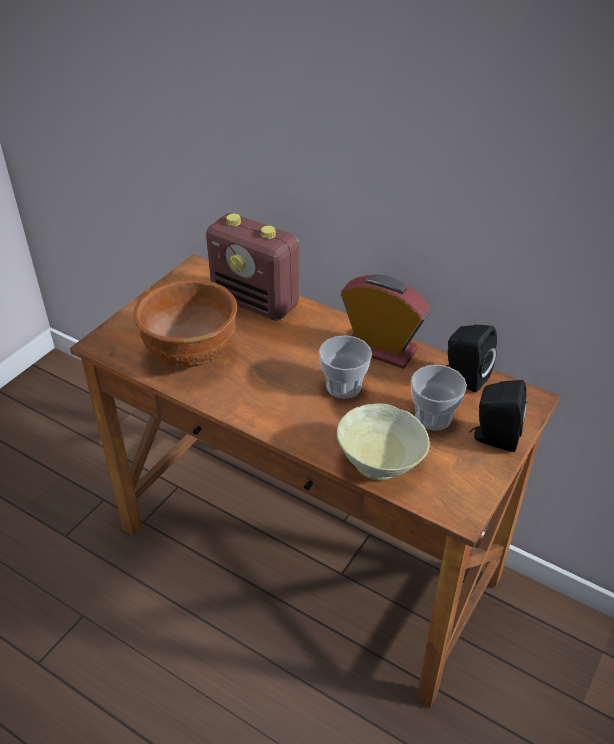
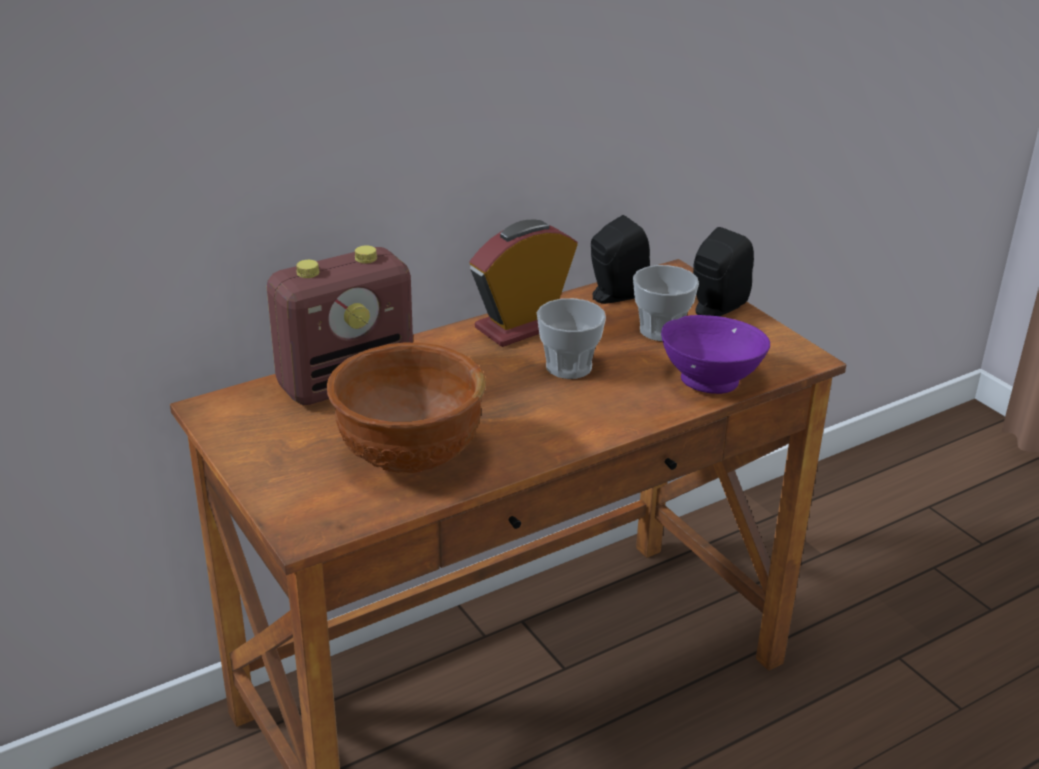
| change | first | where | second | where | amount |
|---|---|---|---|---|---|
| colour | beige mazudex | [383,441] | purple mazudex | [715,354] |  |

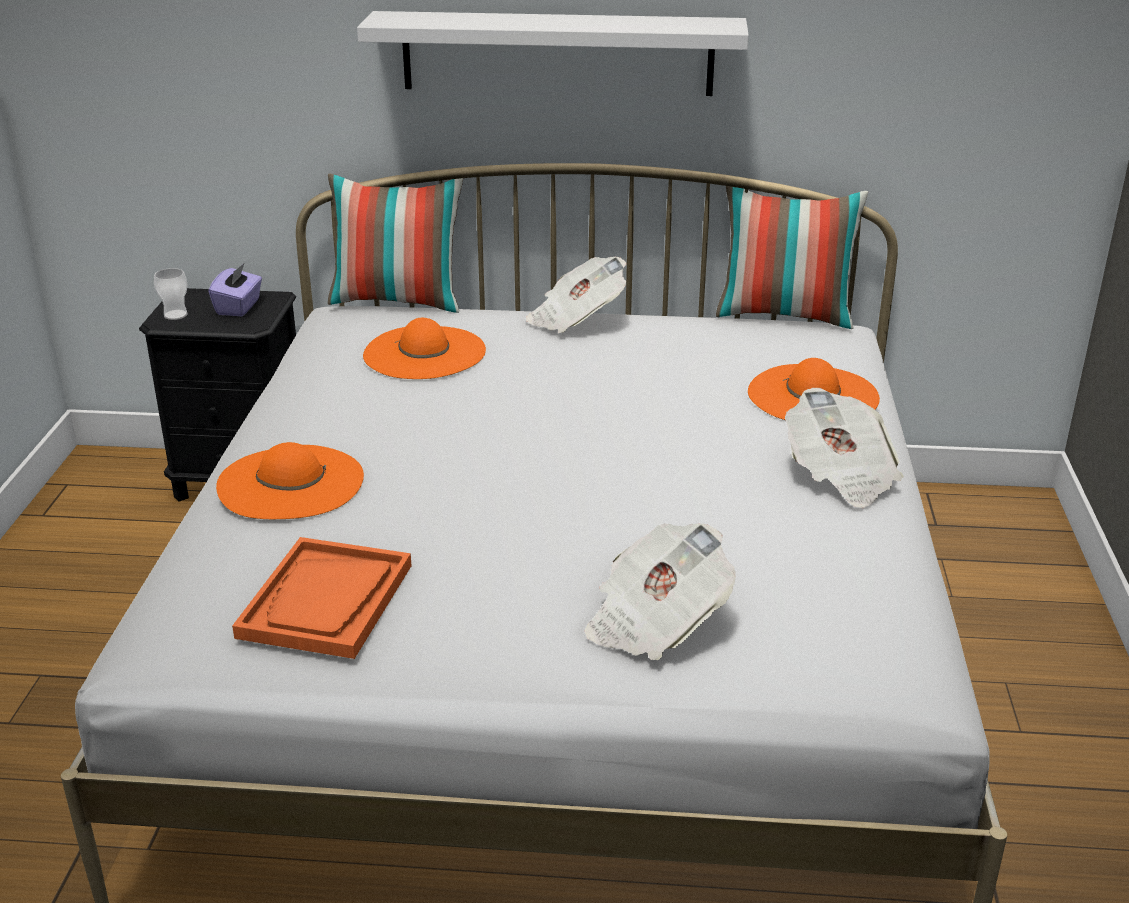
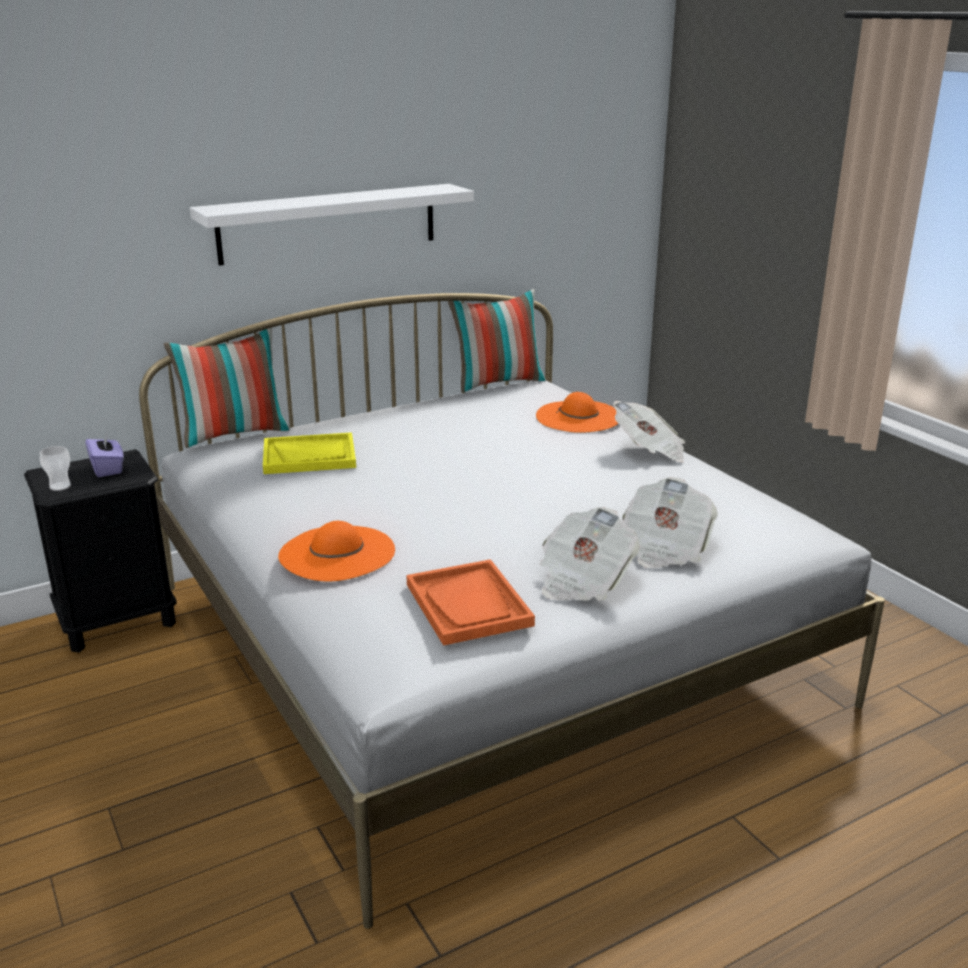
| change | first | where | second | where | amount |
|---|---|---|---|---|---|
| relocated | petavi | [576,295] |  | [590,554] |  |
| exchanged | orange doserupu | [424,348] | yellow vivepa | [309,453] |  |

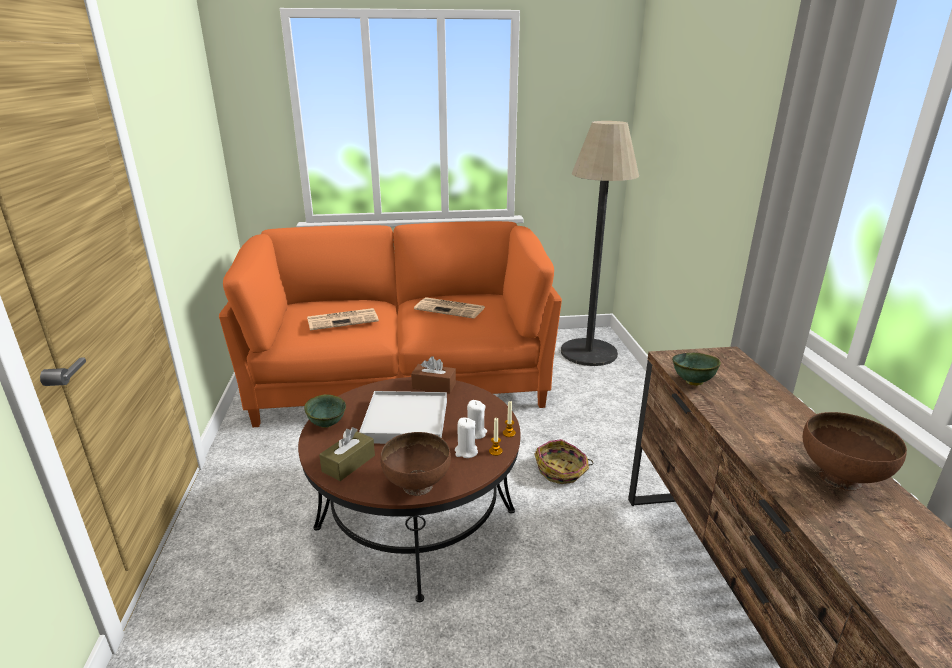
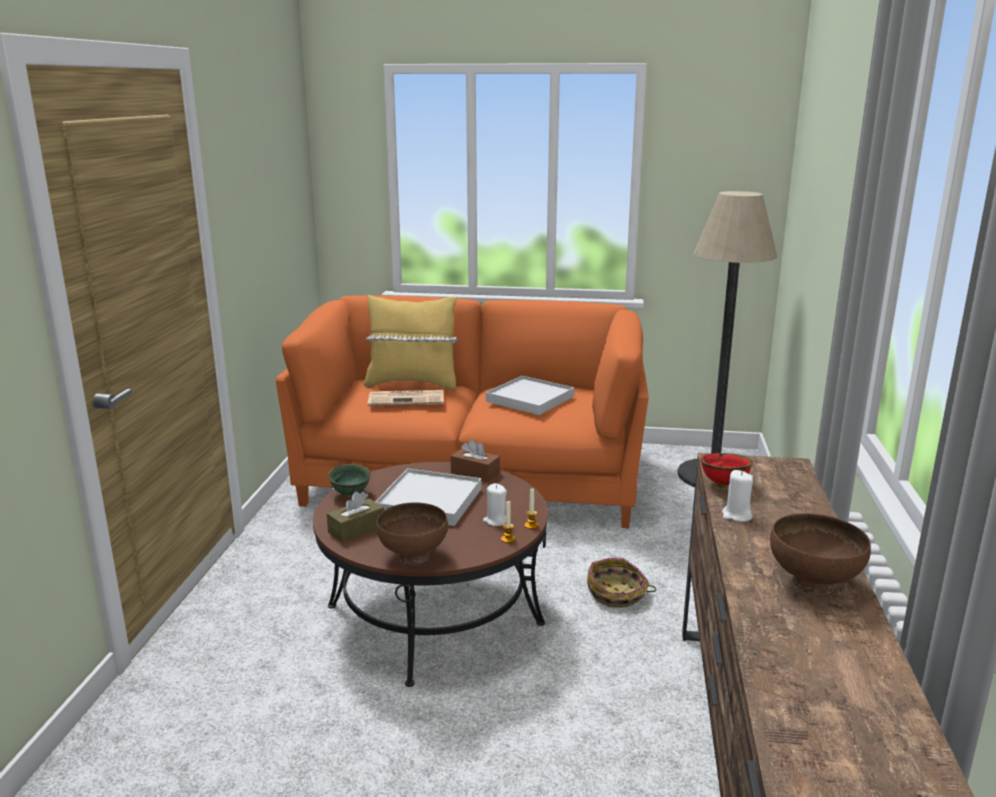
| change | first | where | second | where | amount |
|---|---|---|---|---|---|
| exchanged | petavi | [449,308] | white vivepa | [530,395] |  |
| colour | green mazudex | [696,369] | red mazudex | [726,470] |  |
| relocated | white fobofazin | [466,438] |  | [737,496] |  |
| appeared |  |  | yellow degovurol | [410,342] |  |

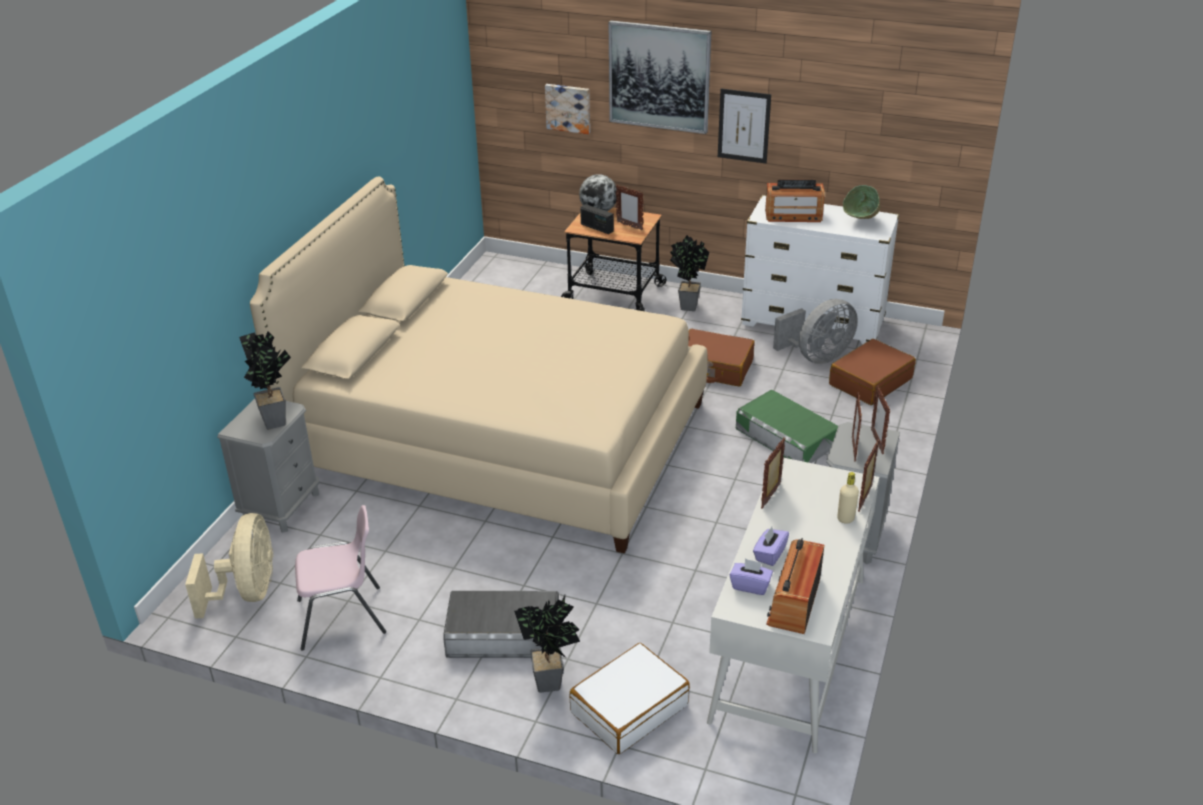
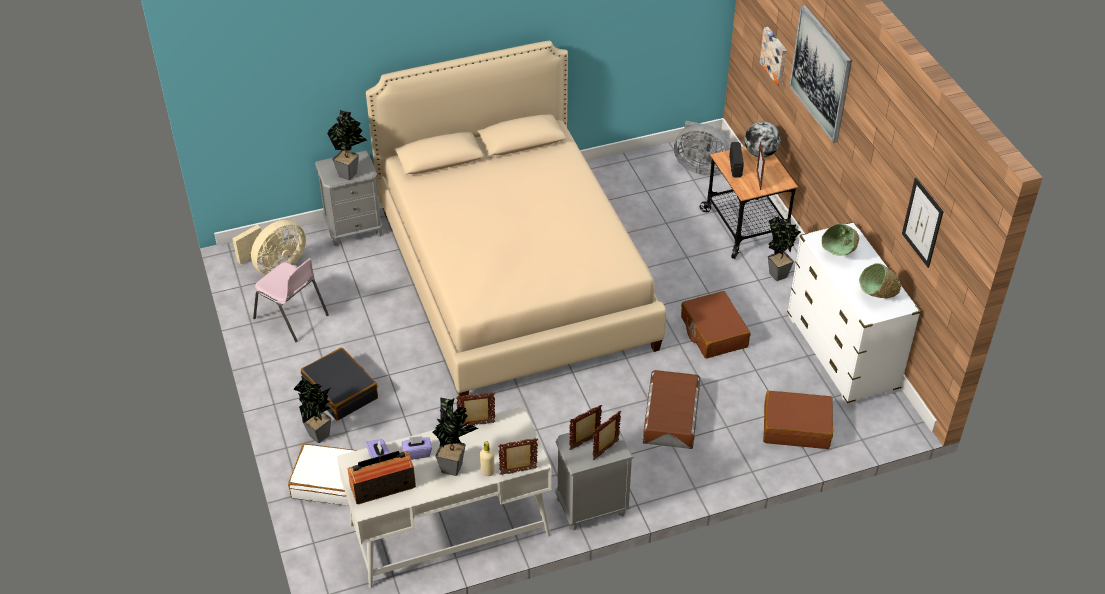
| change | first | where | second | where | amount |
|---|---|---|---|---|---|
| relocated | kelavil | [744,125] |  | [923,223] |  |
| exchanged | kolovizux | [795,200] | green mazudex | [840,240] |  |
| relocated | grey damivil | [815,331] |  | [702,148] |  |
| colour | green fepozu | [787,426] | brown fepozu | [671,409] |  |
| exchanged | grey fepozu | [501,624] | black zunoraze | [339,384] |  |
| appeared |  |  | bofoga | [455,436] |  |

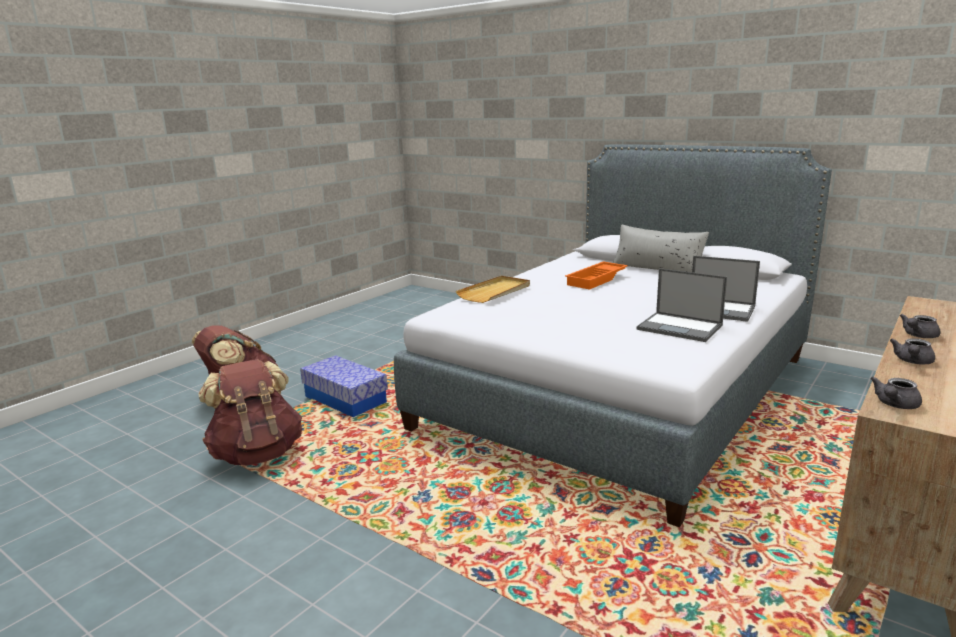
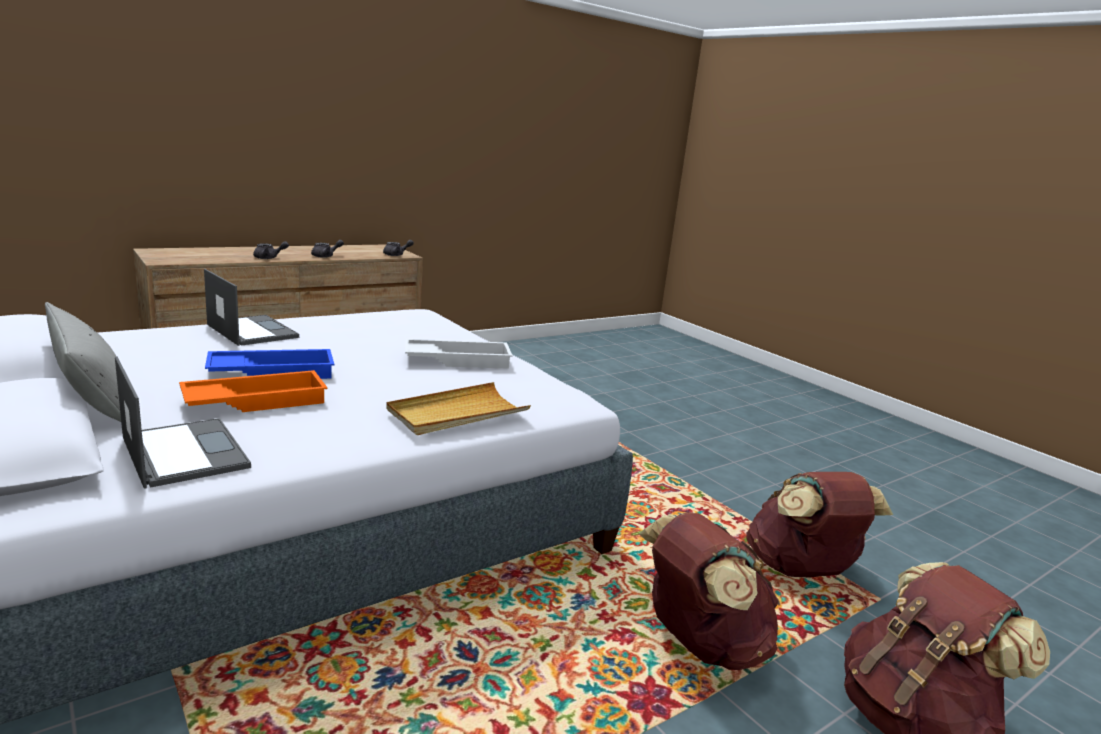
| change | first | where | second | where | amount |
|---|---|---|---|---|---|
| relocated | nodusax | [682,305] |  | [183,423] |  |
| exchanged | fepozu | [344,386] | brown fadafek | [709,591] |  |
| appeared |  |  | white vivepa | [459,354] |  |
| appeared |  |  | blue vivepa | [269,364] |  |

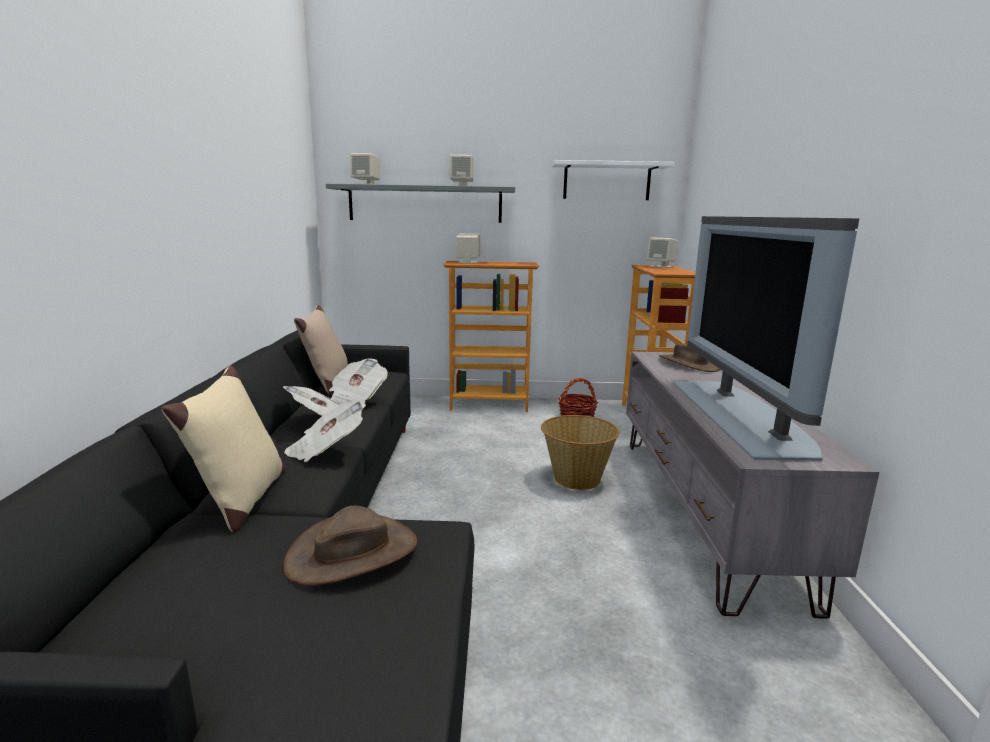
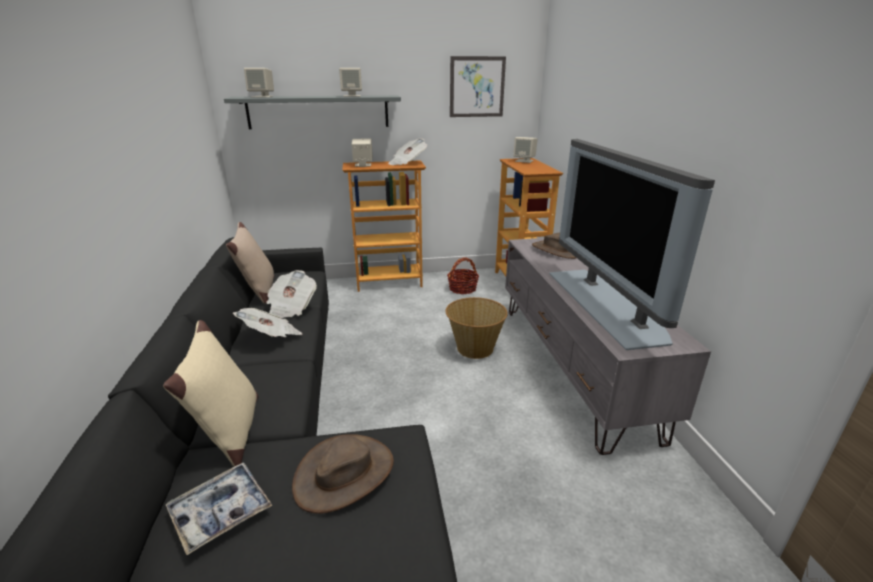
| change | first | where | second | where | amount |
|---|---|---|---|---|---|
| exchanged | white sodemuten | [613,180] | kelavil | [478,86] |  |
| relocated | petavi | [325,431] |  | [407,151] |  |
| appeared |  |  | vivepa | [219,508] |  |

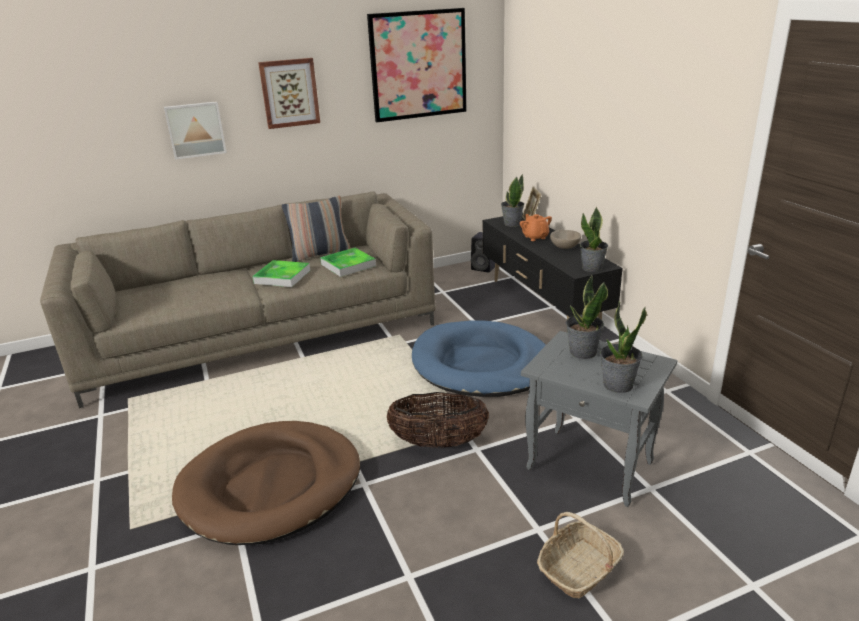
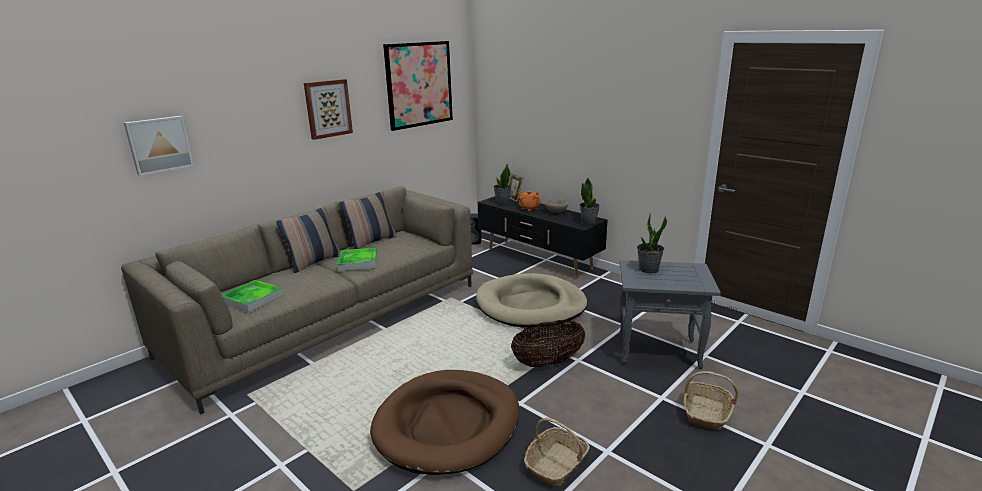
| change | first | where | second | where | amount |
|---|---|---|---|---|---|
| relocated | kelavil | [195,130] |  | [159,146] |  |
| relocated | vivepa | [348,262] |  | [252,296] |  |
| missing | bofoga | [623,346] |  |  |  |
| colour | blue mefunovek | [479,358] | beige mefunovek | [531,300] |  |
| appeared |  |  | degovurol | [308,240] |  |
| appeared |  |  | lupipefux | [557,452] |  |

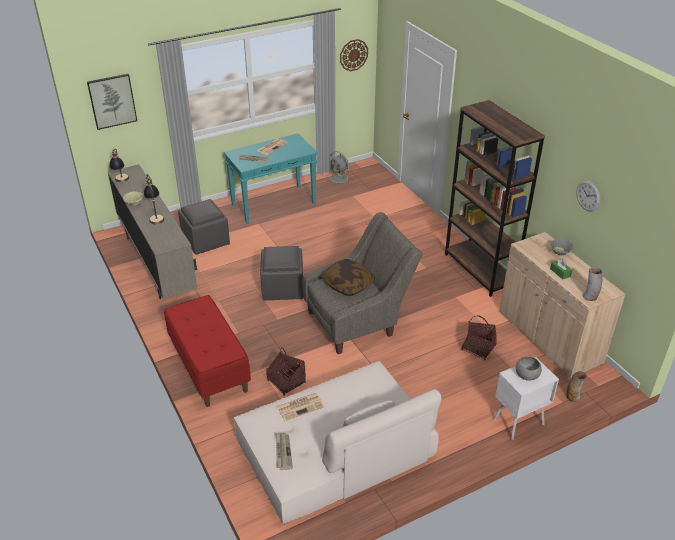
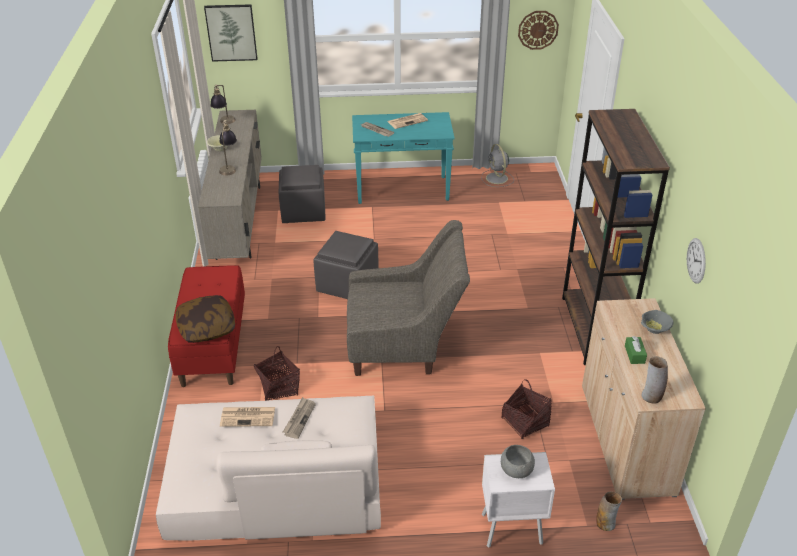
| change | first | where | second | where | amount |
|---|---|---|---|---|---|
| relocated | degovurol | [348,277] |  | [205,319] |  |
| relocated | petavi | [284,451] |  | [299,418] |  |

